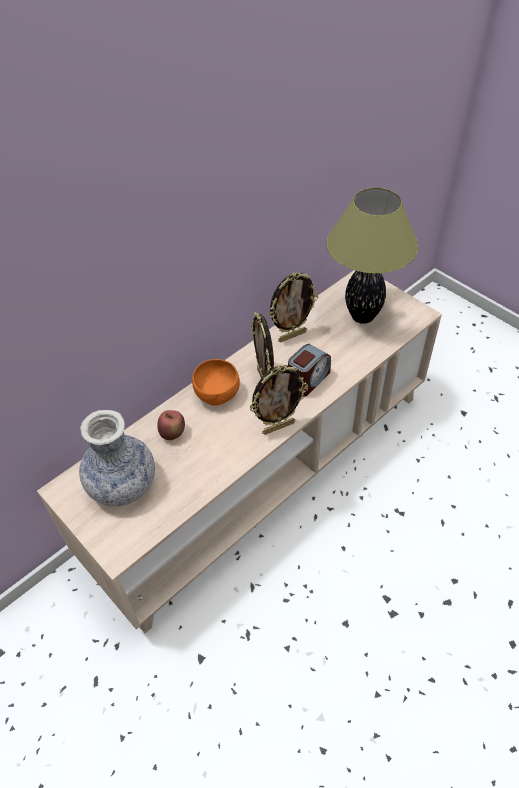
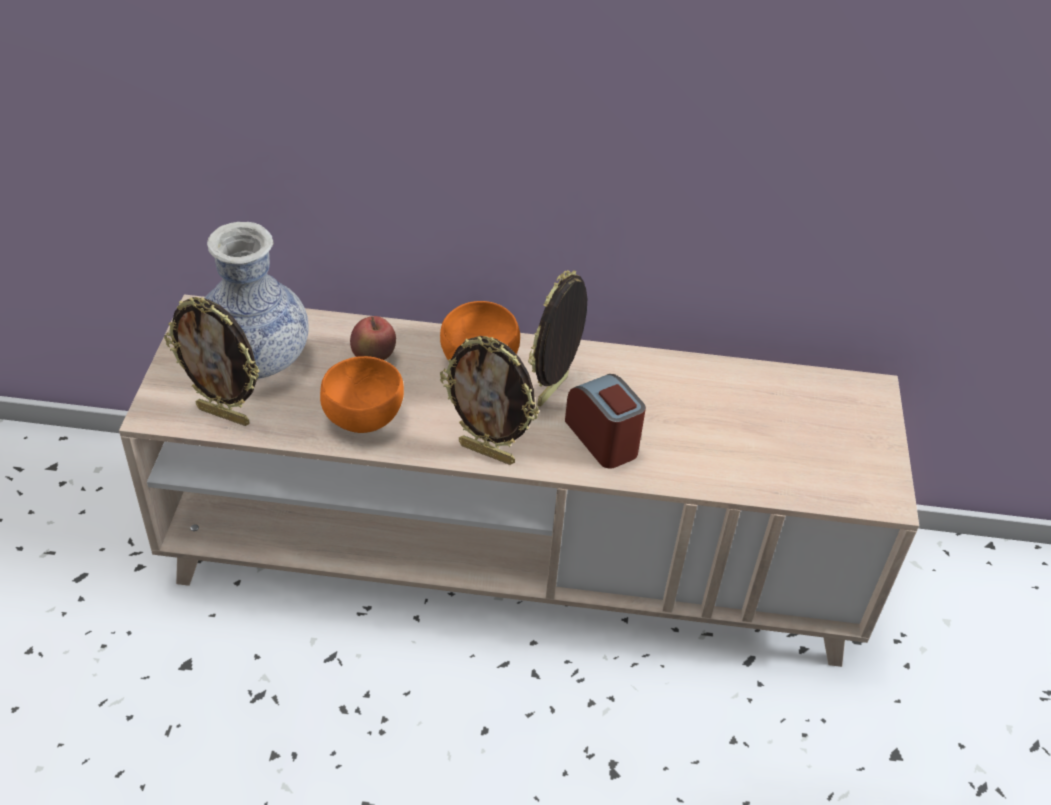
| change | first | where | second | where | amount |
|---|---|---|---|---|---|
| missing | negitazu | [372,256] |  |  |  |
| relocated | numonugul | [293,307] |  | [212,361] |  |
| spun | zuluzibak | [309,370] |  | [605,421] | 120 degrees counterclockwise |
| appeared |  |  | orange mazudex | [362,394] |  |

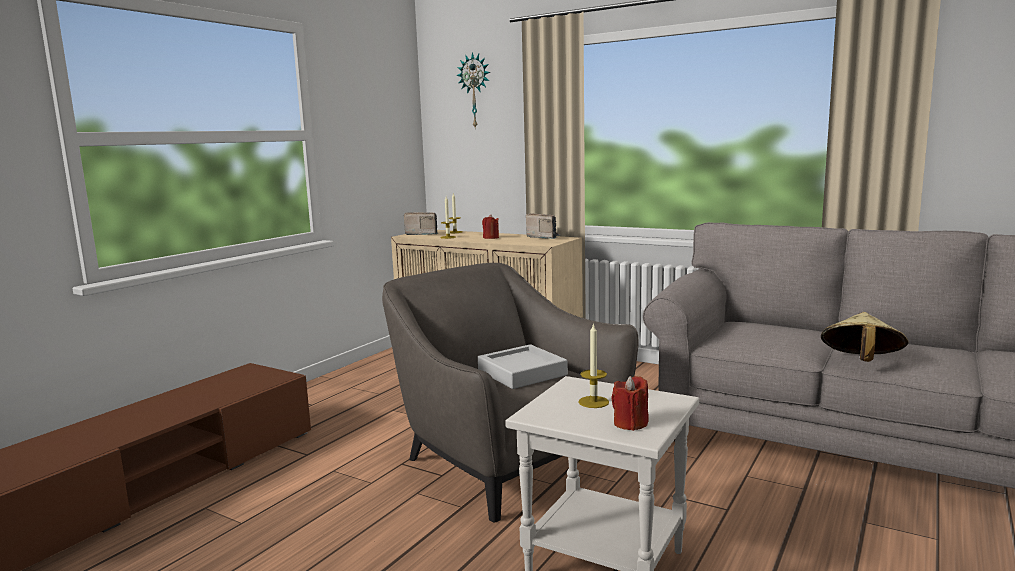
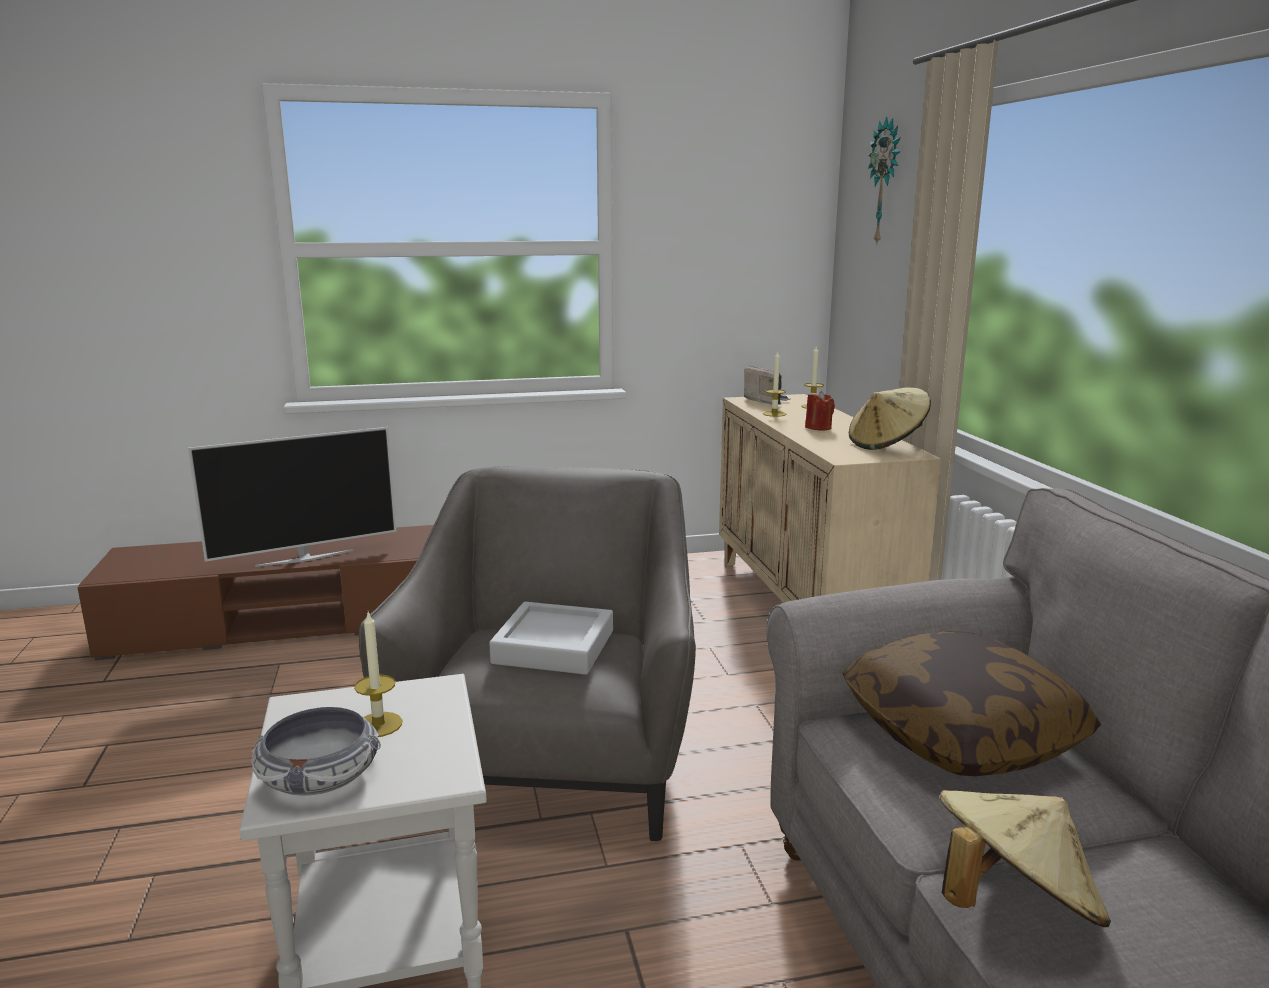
| change | first | where | second | where | amount |
|---|---|---|---|---|---|
| exchanged | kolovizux | [543,226] | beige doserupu | [890,419] |  |
| exchanged | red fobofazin | [630,403] | mazudex | [316,751] |  |
| appeared |  |  | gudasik | [292,497] |  |
| appeared |  |  | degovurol | [971,703] |  |

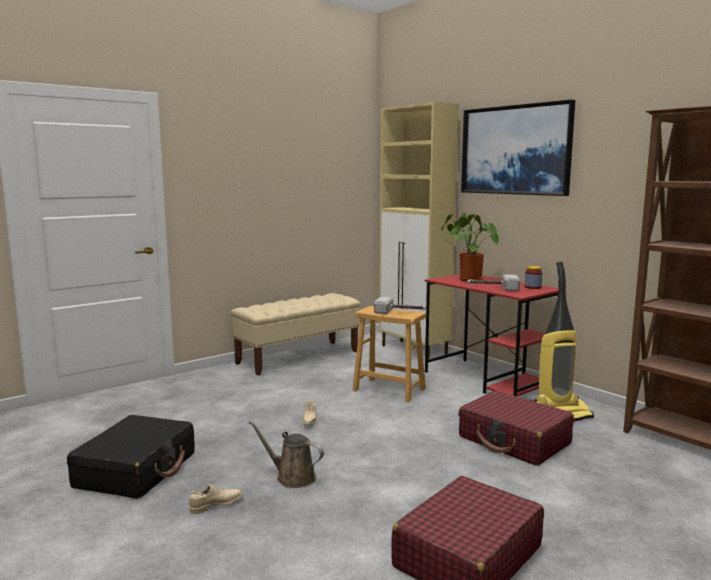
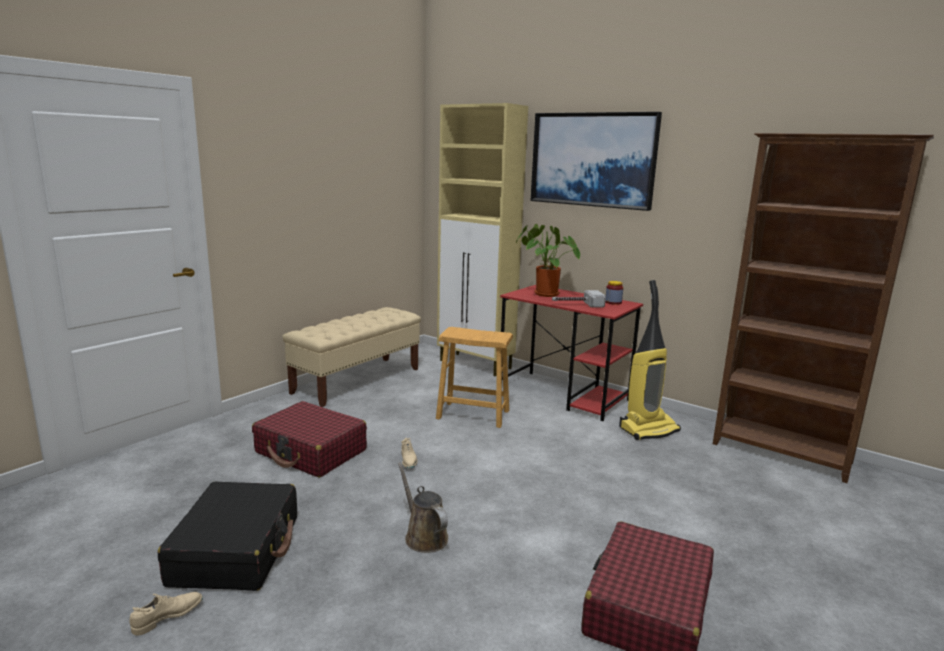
| change | first | where | second | where | amount |
|---|---|---|---|---|---|
| missing | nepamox | [400,305] |  |  |  |
| relocated | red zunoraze | [516,428] |  | [309,439] |  |
| spun | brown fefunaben | [286,454] |  | [423,507] | 45 degrees clockwise |
| relocated | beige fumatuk | [216,498] |  | [166,614] |  |

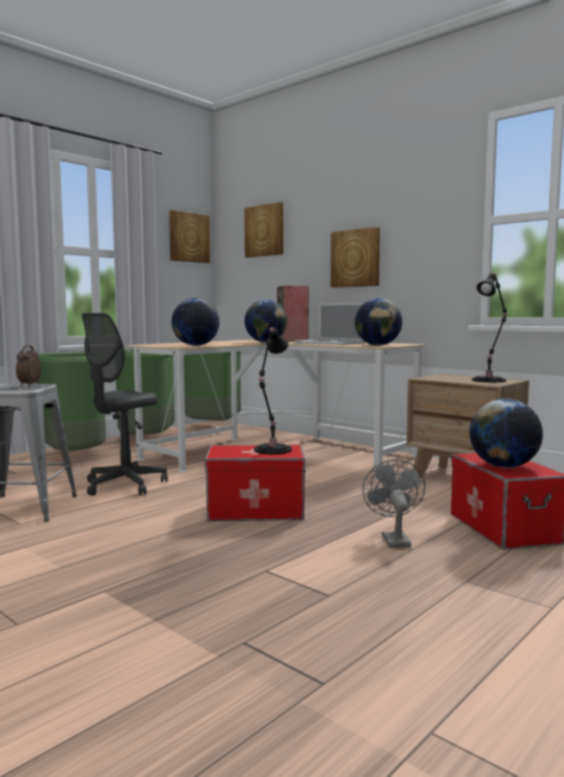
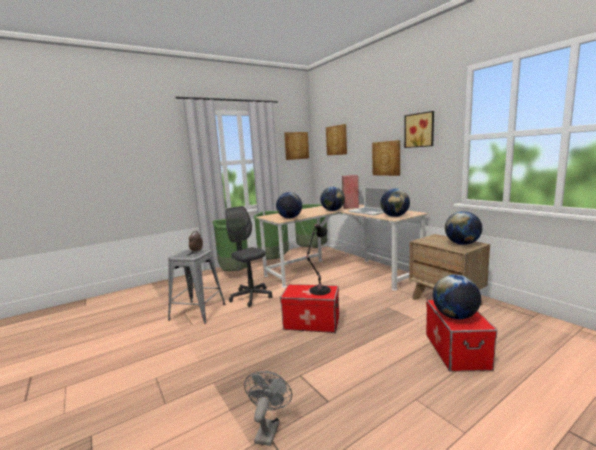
| change | first | where | second | where | amount |
|---|---|---|---|---|---|
| exchanged | black negitazu | [489,327] | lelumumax | [463,228] |  |
| spun | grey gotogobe | [125,404] |  | [249,256] | 90 degrees clockwise |
| relocated | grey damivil | [393,504] |  | [268,408] |  |
| appeared |  |  | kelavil | [419,129] |  |

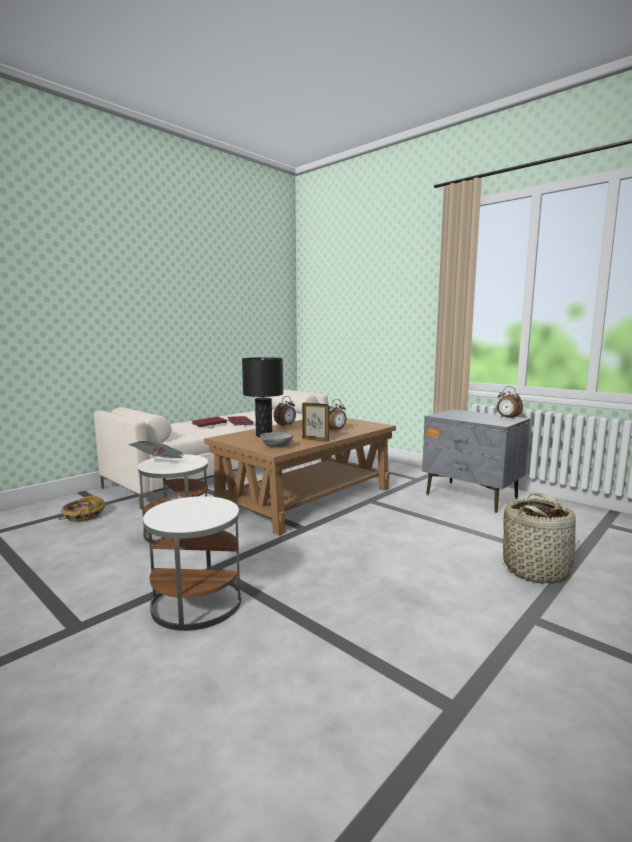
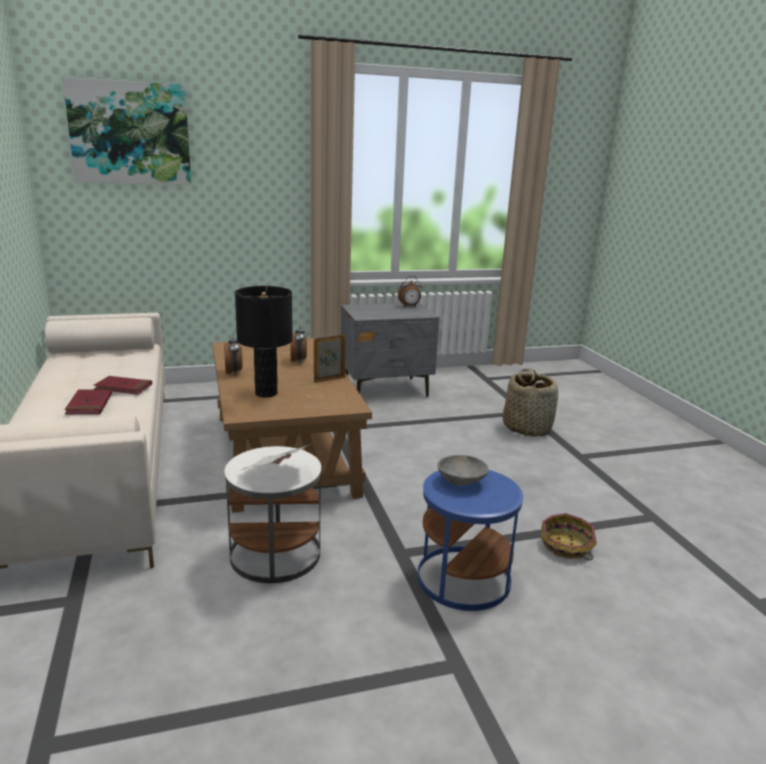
| change | first | where | second | where | amount |
|---|---|---|---|---|---|
| relocated | grey mazudex | [276,439] |  | [463,470] |  |
| relocated | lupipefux | [82,508] |  | [569,536] |  |
| colour | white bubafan | [192,563] | blue bubafan | [470,540] |  |
| appeared |  |  | kelavil | [126,130] |  |

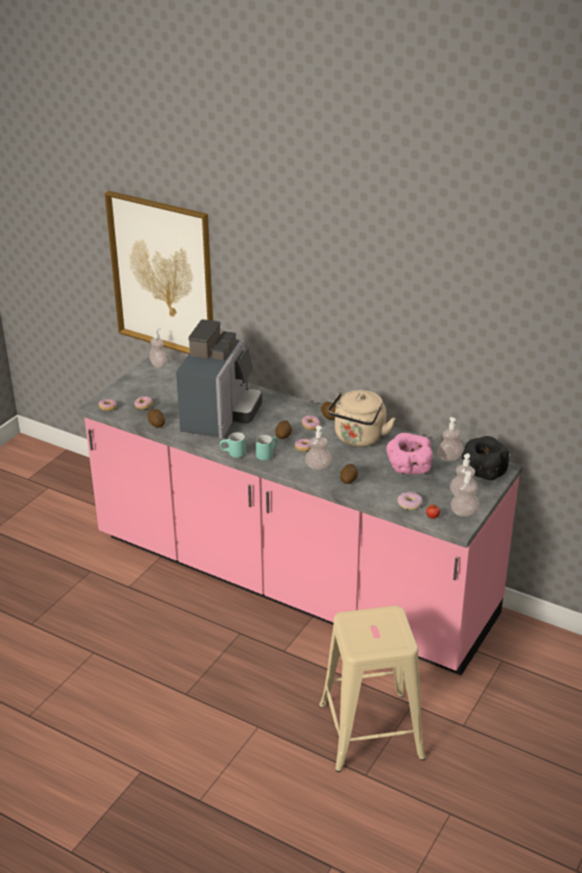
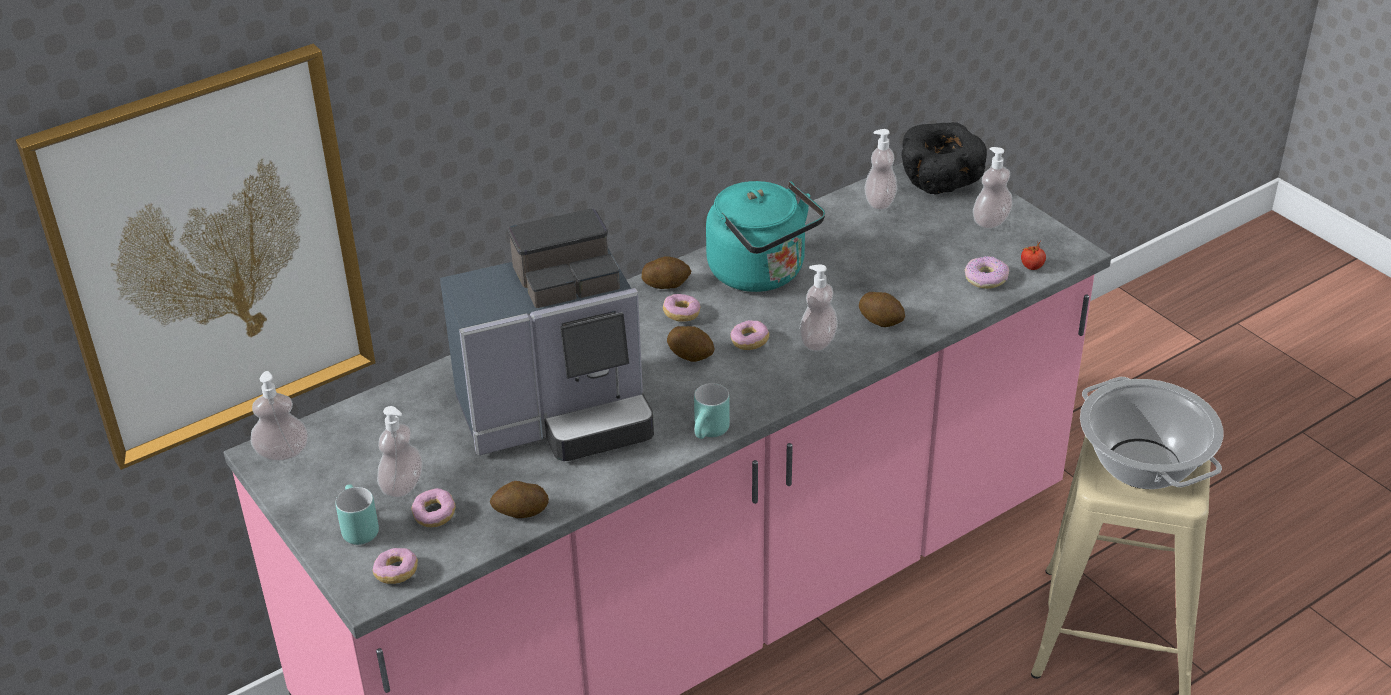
| change | first | where | second | where | amount |
|---|---|---|---|---|---|
| spun | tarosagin | [219,378] |  | [547,335] | 120 degrees clockwise |
| colour | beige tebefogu | [362,418] | turquoise tebefogu | [765,236] |  |
| missing | pink mazudex | [409,454] |  |  |  |
| relocated | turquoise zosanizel | [267,448] |  | [357,514] |  |
| relocated | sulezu | [465,494] |  | [400,452] |  |
| appeared |  |  | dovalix | [1151,433] |  |

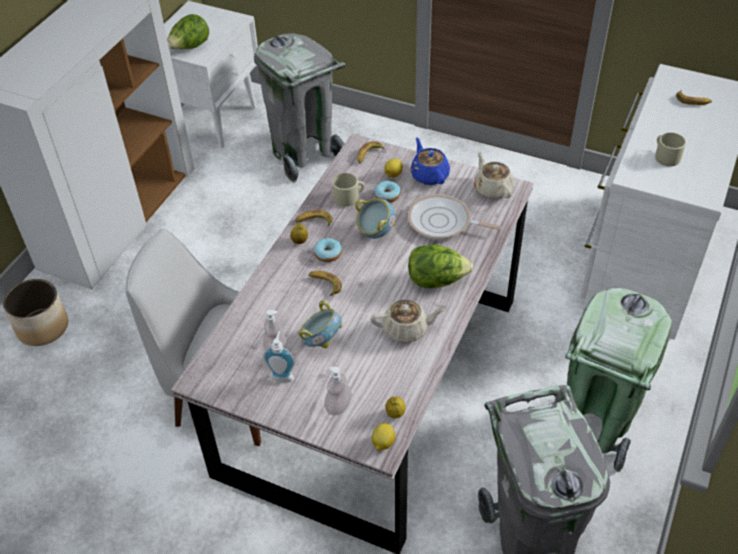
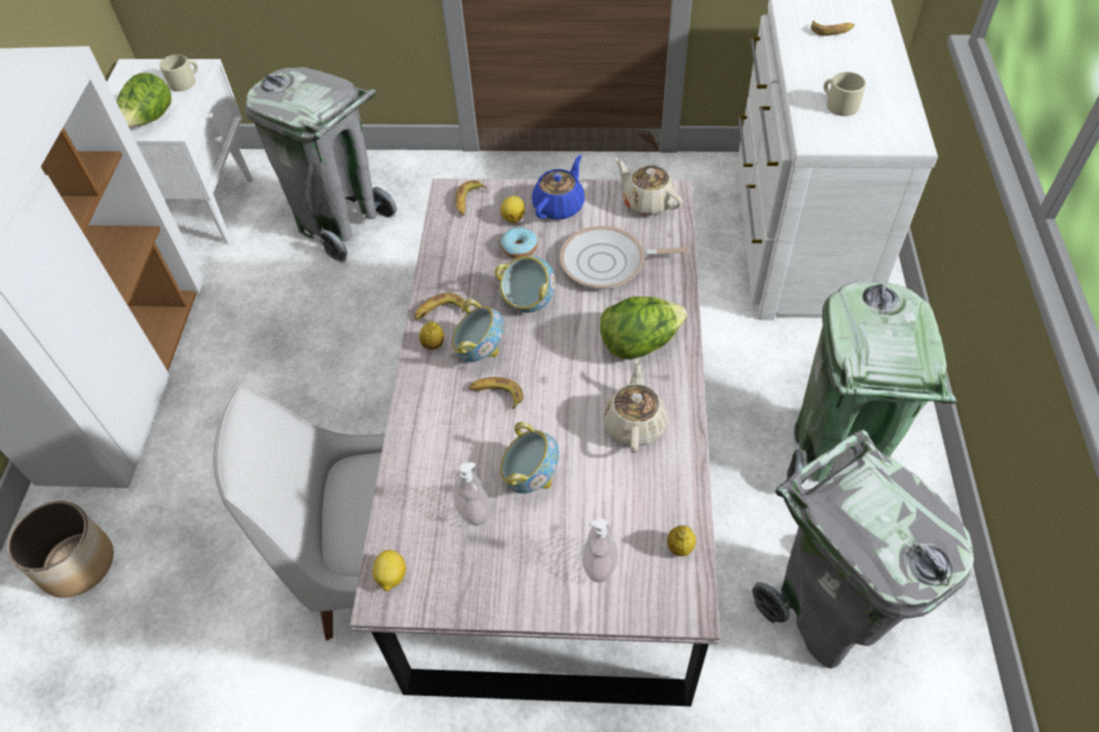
| change | first | where | second | where | amount |
|---|---|---|---|---|---|
| spun | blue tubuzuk | [430,161] |  | [558,187] | 75 degrees clockwise |
| relocated | beige zosanizel | [348,189] |  | [178,73] |  |
| exchanged | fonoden | [328,250] | mazudex | [478,330] |  |
| spun | beige tubuzuk | [408,321] |  | [635,405] | 60 degrees counterclockwise |
| missing | sulezu | [279,357] |  |  |  |
| relocated | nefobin | [384,436] |  | [389,570] |  |

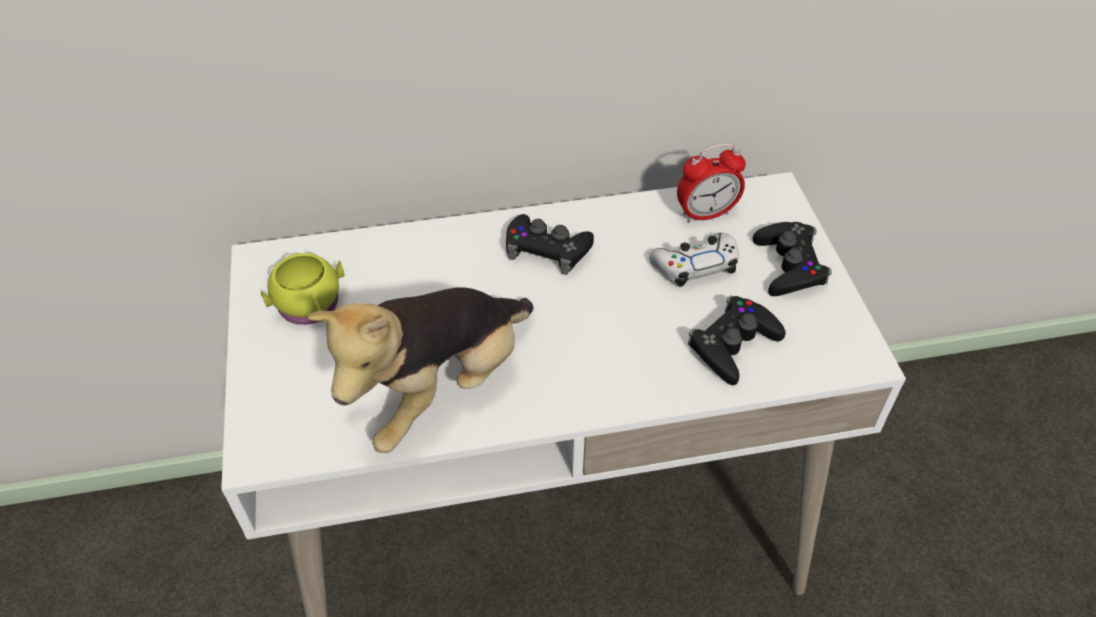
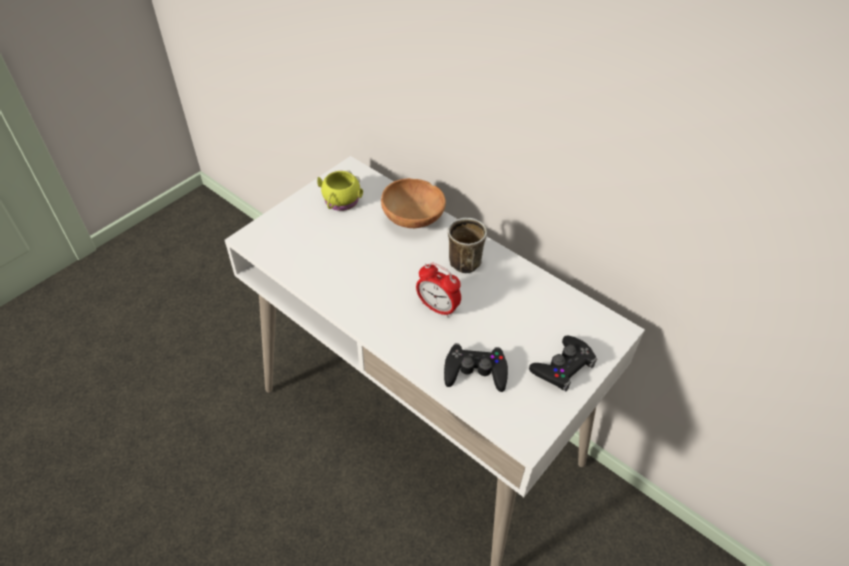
| change | first | where | second | where | amount |
|---|---|---|---|---|---|
| relocated | zuluzibak | [711,183] |  | [438,290] |  |
| exchanged | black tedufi | [550,244] | zosanizel | [467,245] |  |
| missing | white tedufi | [694,260] |  |  |  |
| missing | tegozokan | [421,370] |  |  |  |
| appeared |  |  | brown mazudex | [413,203] |  |

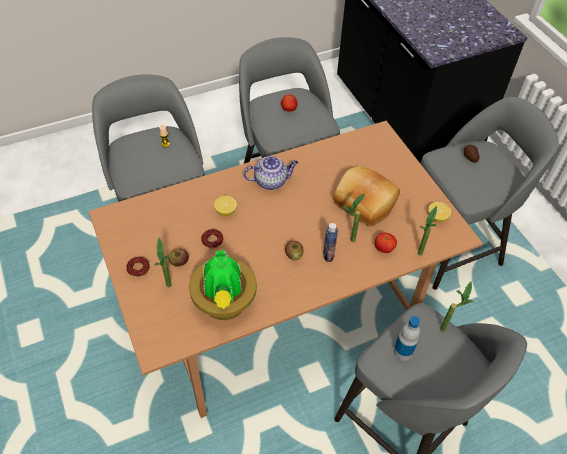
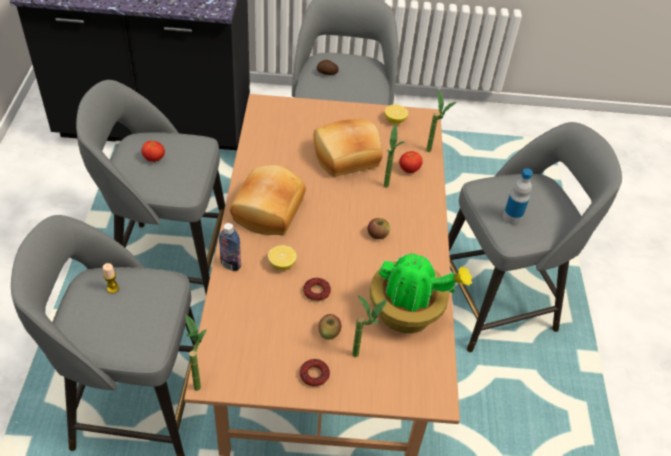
| change | first | where | second | where | amount |
|---|---|---|---|---|---|
| exchanged | tubuzuk | [271,173] | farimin | [268,200] |  |
| relocated | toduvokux | [330,242] |  | [230,247] |  |
| relocated | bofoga | [457,307] |  | [196,352] |  |

